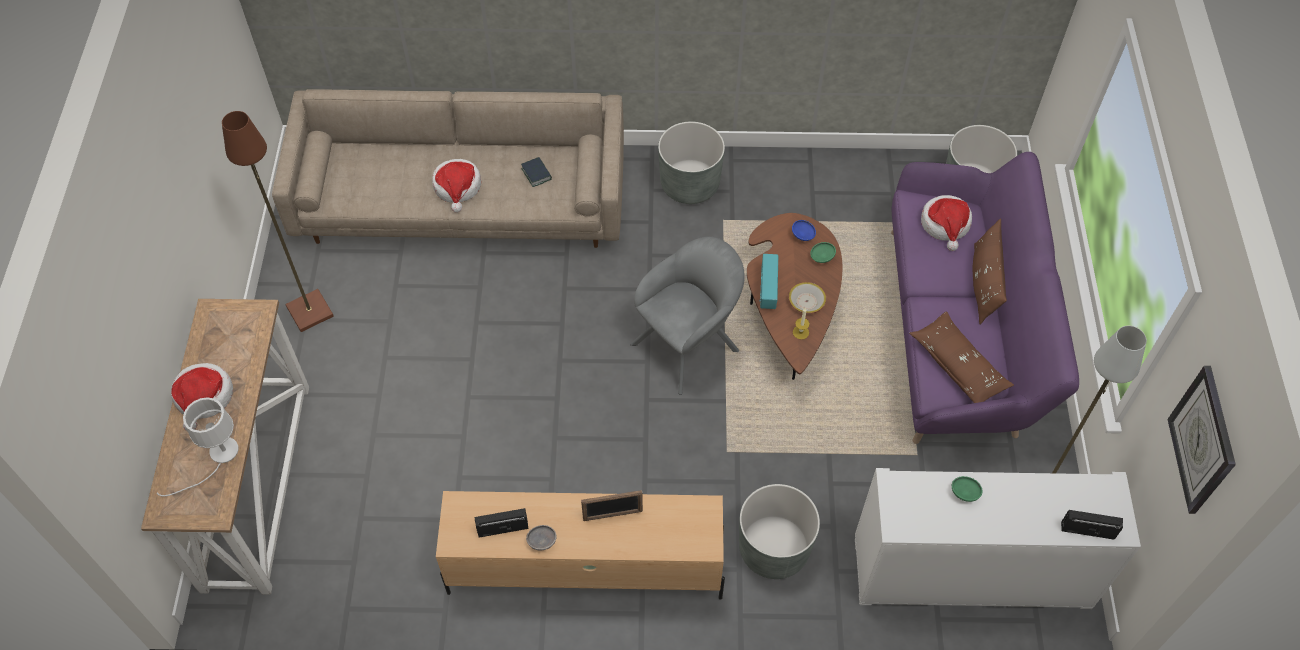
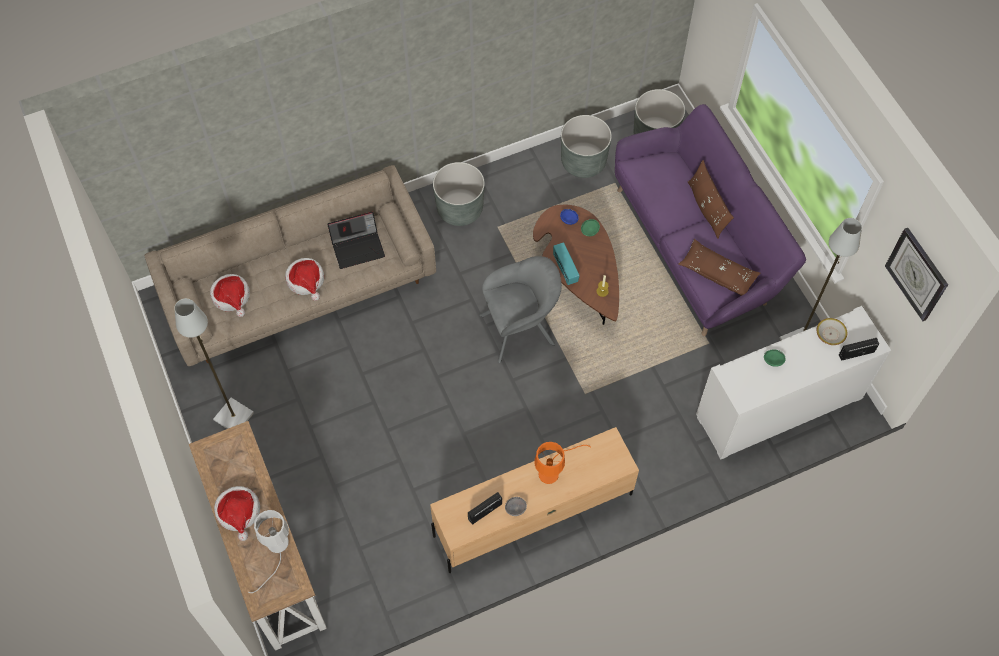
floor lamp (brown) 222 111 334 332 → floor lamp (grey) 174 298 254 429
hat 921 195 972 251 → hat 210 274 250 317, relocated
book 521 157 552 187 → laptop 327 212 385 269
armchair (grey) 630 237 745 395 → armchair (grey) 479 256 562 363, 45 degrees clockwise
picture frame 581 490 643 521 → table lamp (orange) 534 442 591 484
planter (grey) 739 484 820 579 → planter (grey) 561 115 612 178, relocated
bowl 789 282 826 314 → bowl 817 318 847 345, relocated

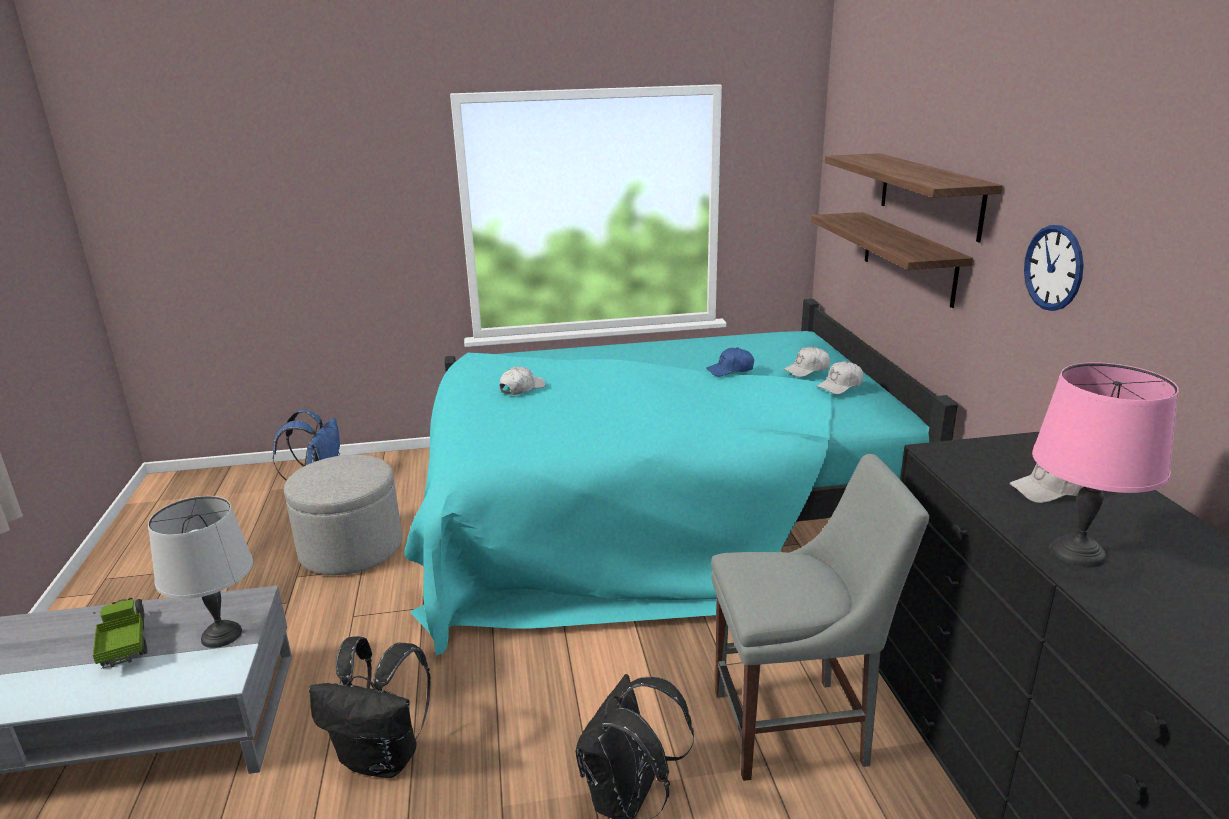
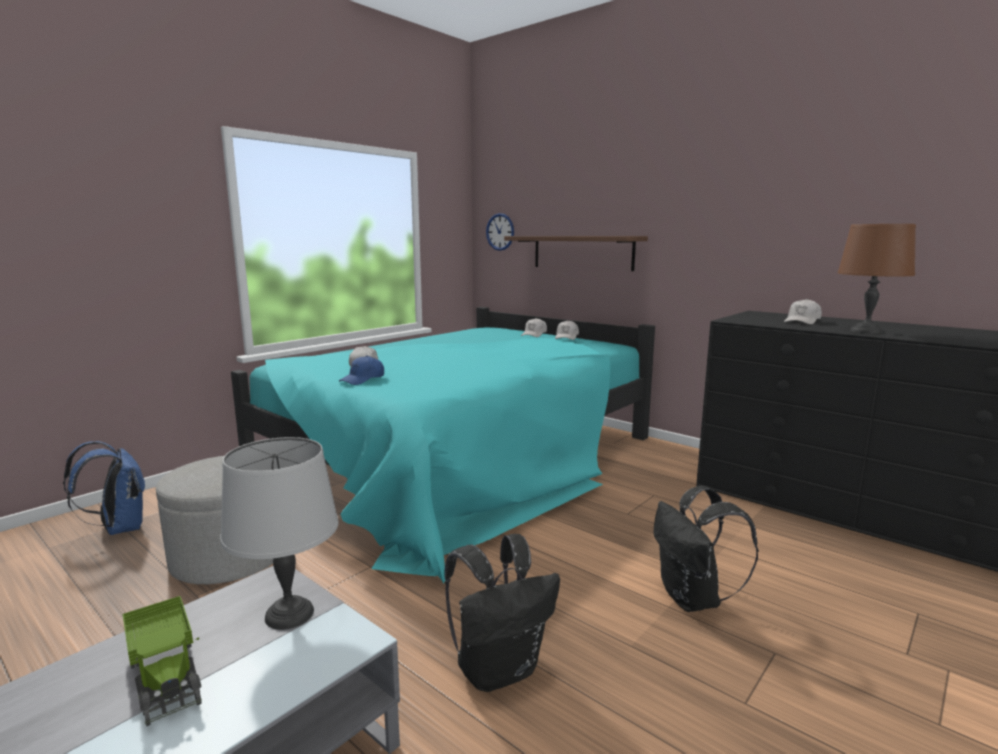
toy truck 93 598 147 669 → toy truck 122 596 202 726, 150 degrees counterclockwise
cap (blue) 706 348 754 376 → cap (blue) 339 355 384 385, relocated
wall clock 1024 225 1084 311 → wall clock 486 213 514 251, relocated
table lamp (pink) 1032 363 1179 567 → table lamp (brown) 838 224 916 334
chair (grey) 711 454 929 781 → -
shelf 824 153 1003 243 → -

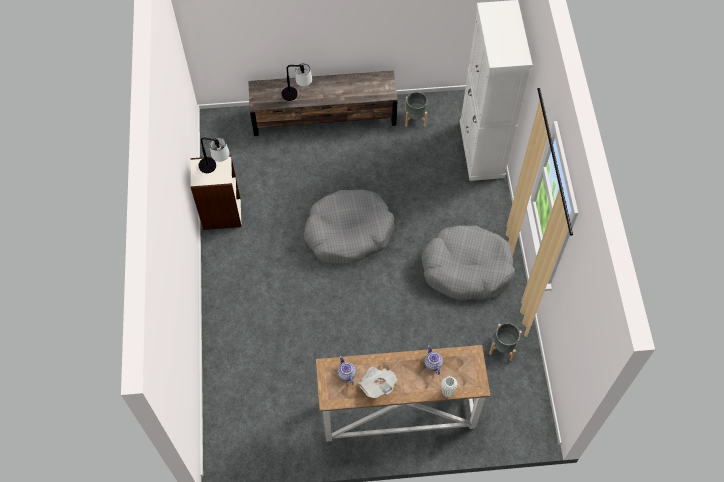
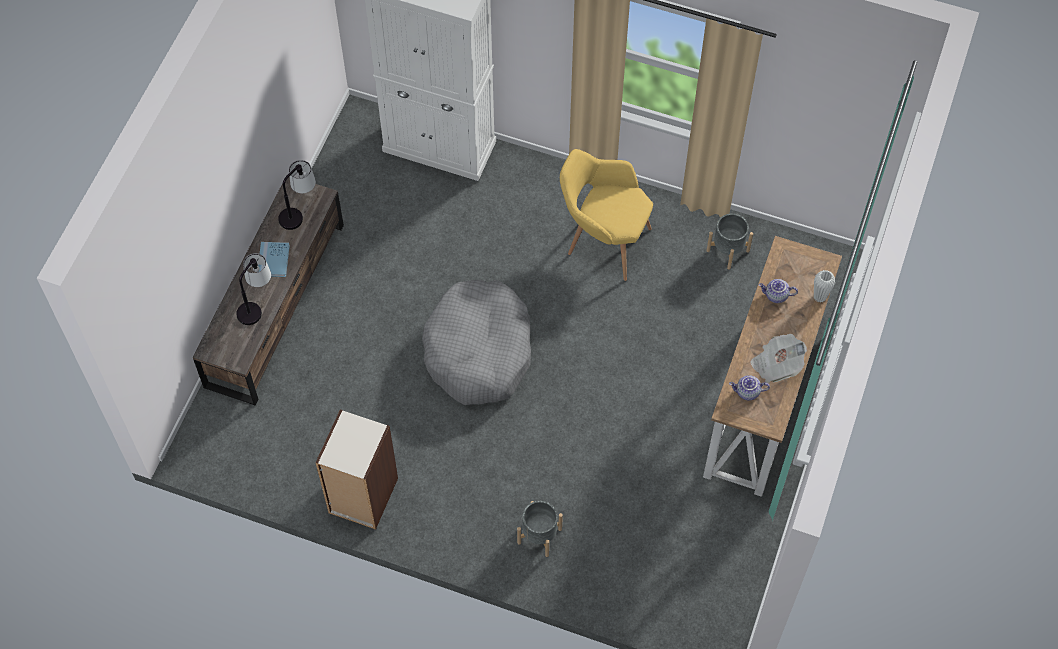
- → book (blue) 258 242 290 277
table lamp 199 137 230 173 → table lamp 278 160 316 230, relocated
planter (grey) 405 92 427 127 → planter (grey) 517 501 563 557, relocated
dog bed (grey) 421 225 515 300 → armchair (yellow) 560 149 653 281

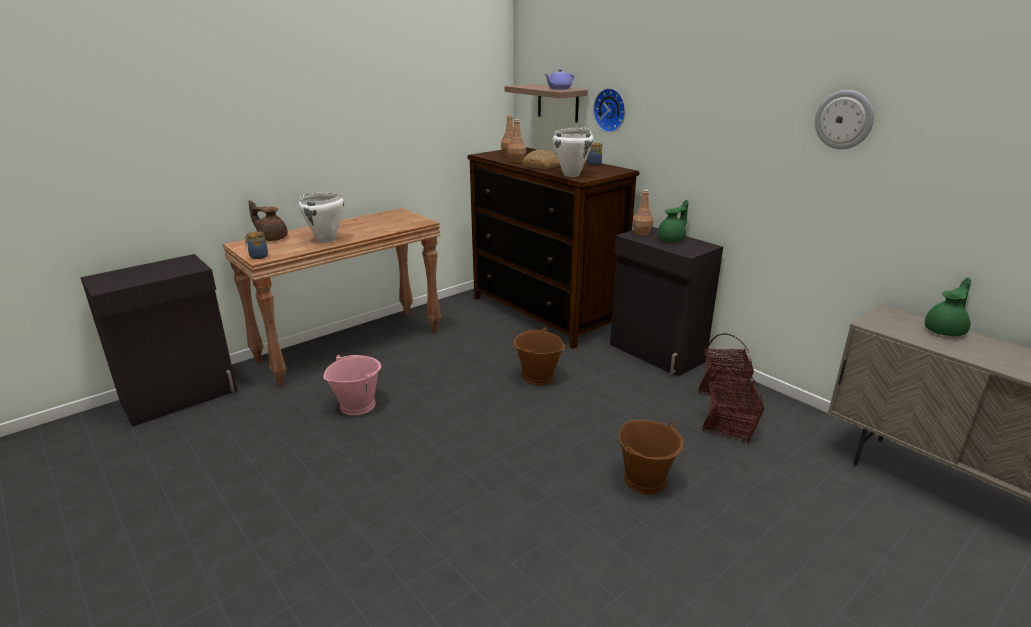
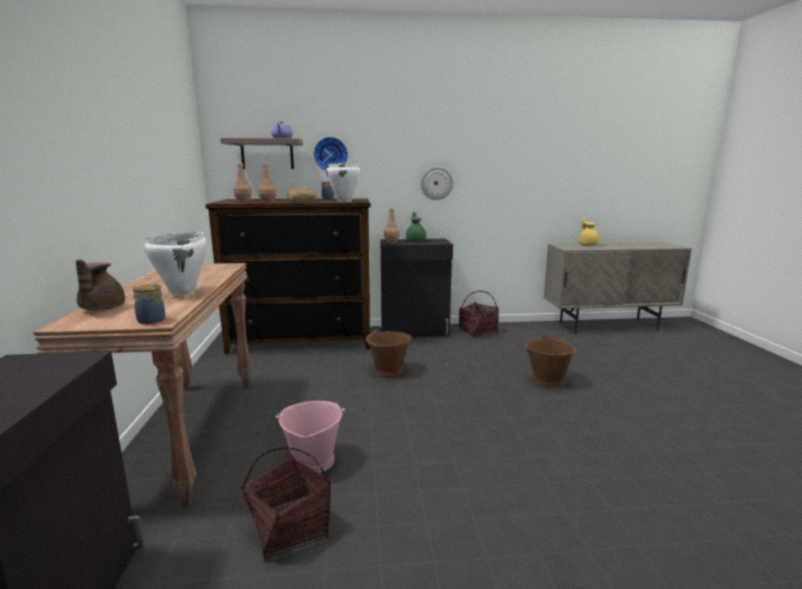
teapot (brown) 248 200 288 241 → teapot (brown) 76 260 125 311, 60 degrees counterclockwise
basket 702 366 764 444 → basket 241 448 331 561, relocated
wall clock 815 90 874 149 → wall clock 421 166 453 200, relocated
teapot (green) 925 277 971 336 → teapot (yellow) 578 217 599 246

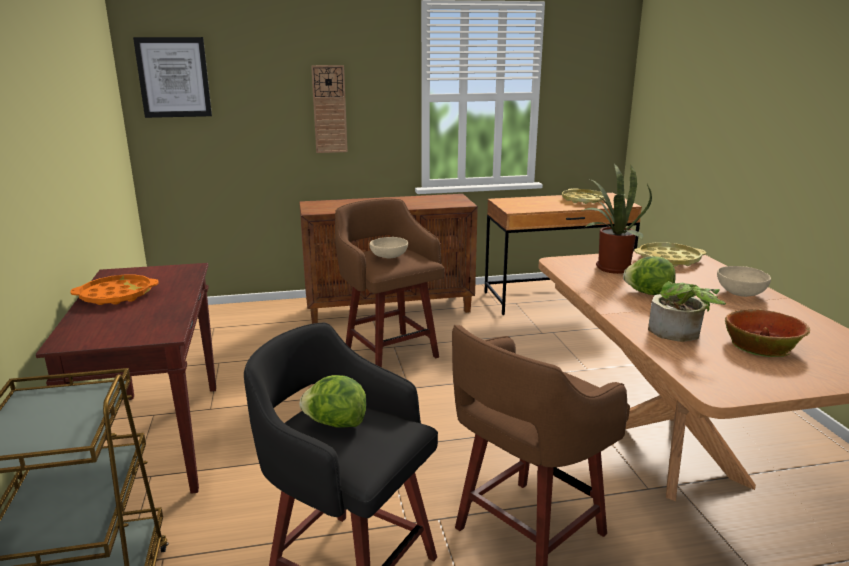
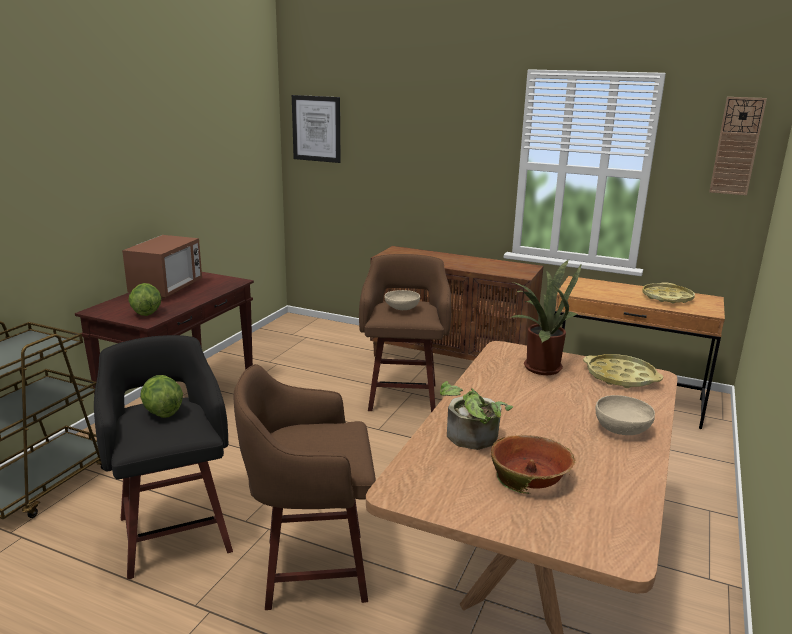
tray (orange) 71 275 159 305 → microwave 122 235 202 298
lettuce 623 256 676 295 → lettuce 128 283 161 316, relocated
wall clock 311 65 348 153 → wall clock 709 97 767 195, relocated

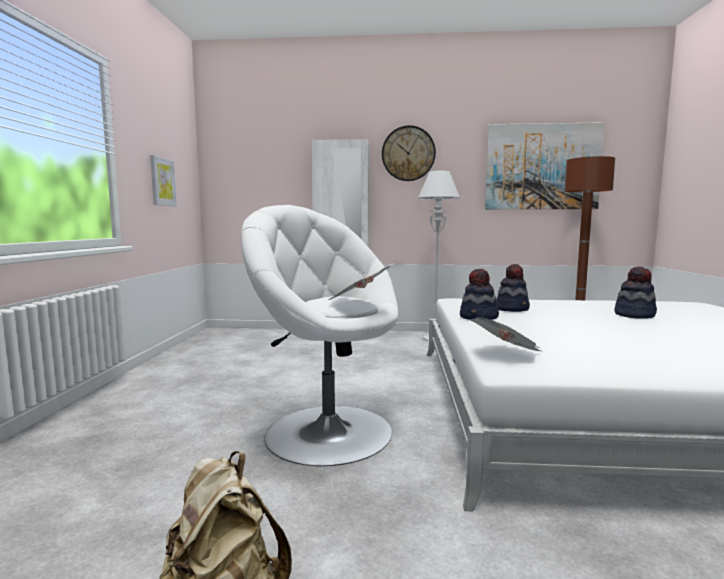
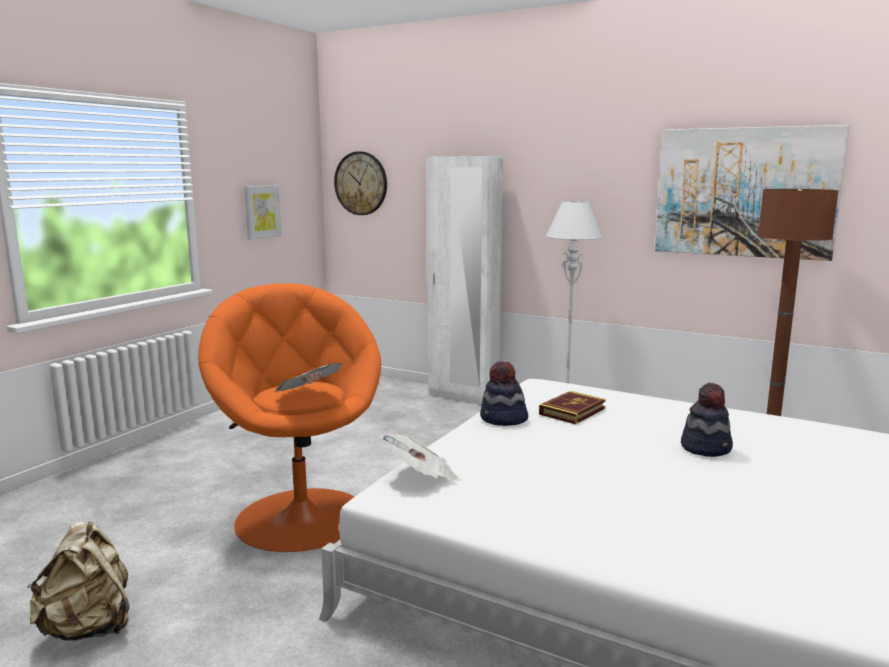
armchair (white) 241 205 398 466 → armchair (orange) 198 283 381 552
wall clock 382 125 436 181 → wall clock 334 151 387 215, relocated
hat 496 264 530 312 → book 539 391 606 424

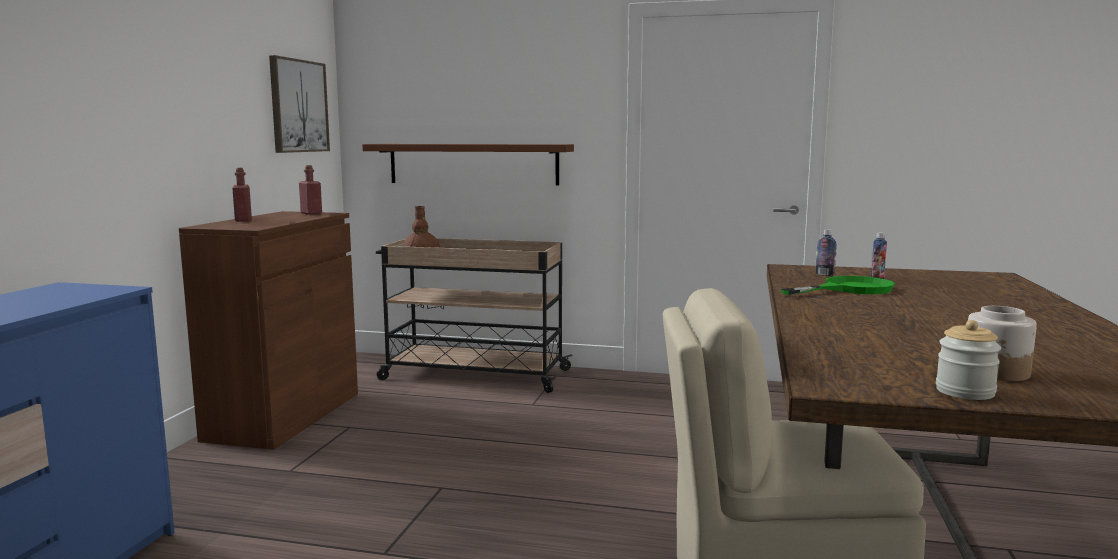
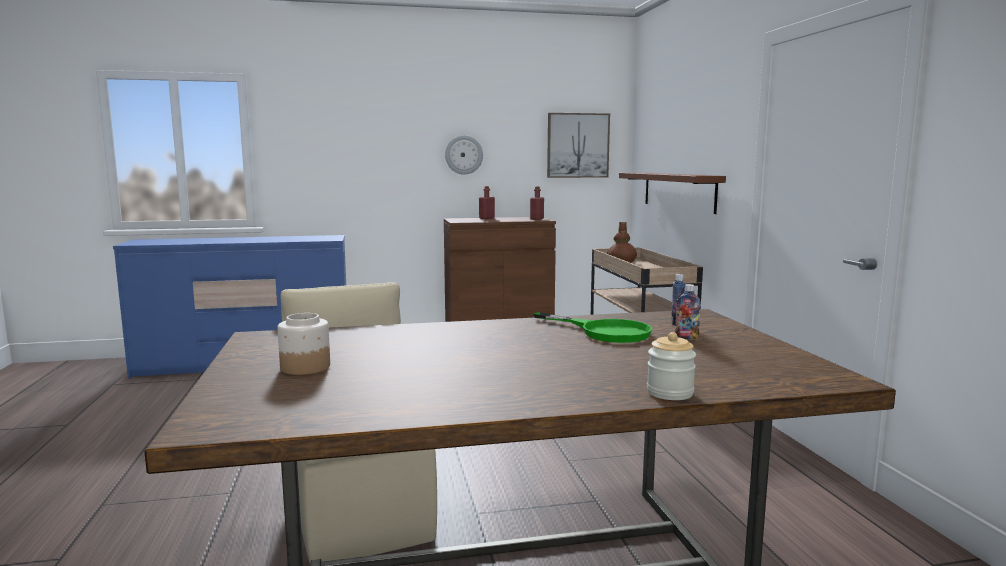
- → wall clock 445 135 483 175
jar 936 320 1001 400 → jar 647 332 696 400, relocated

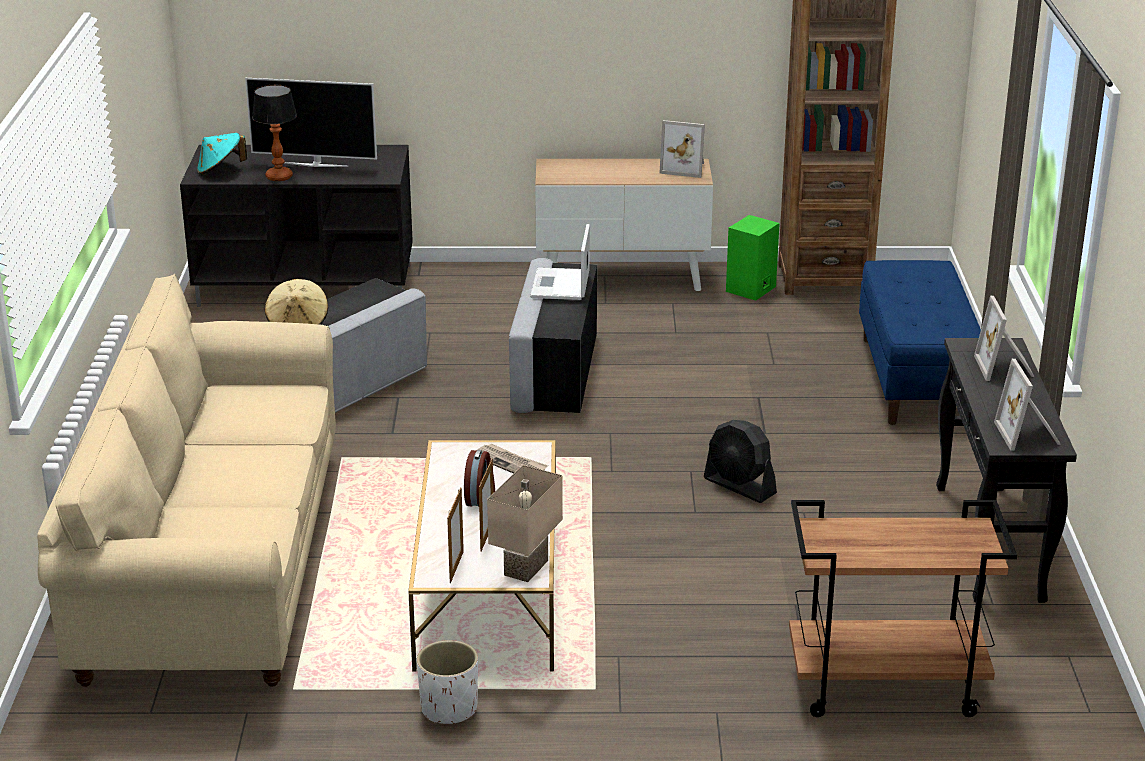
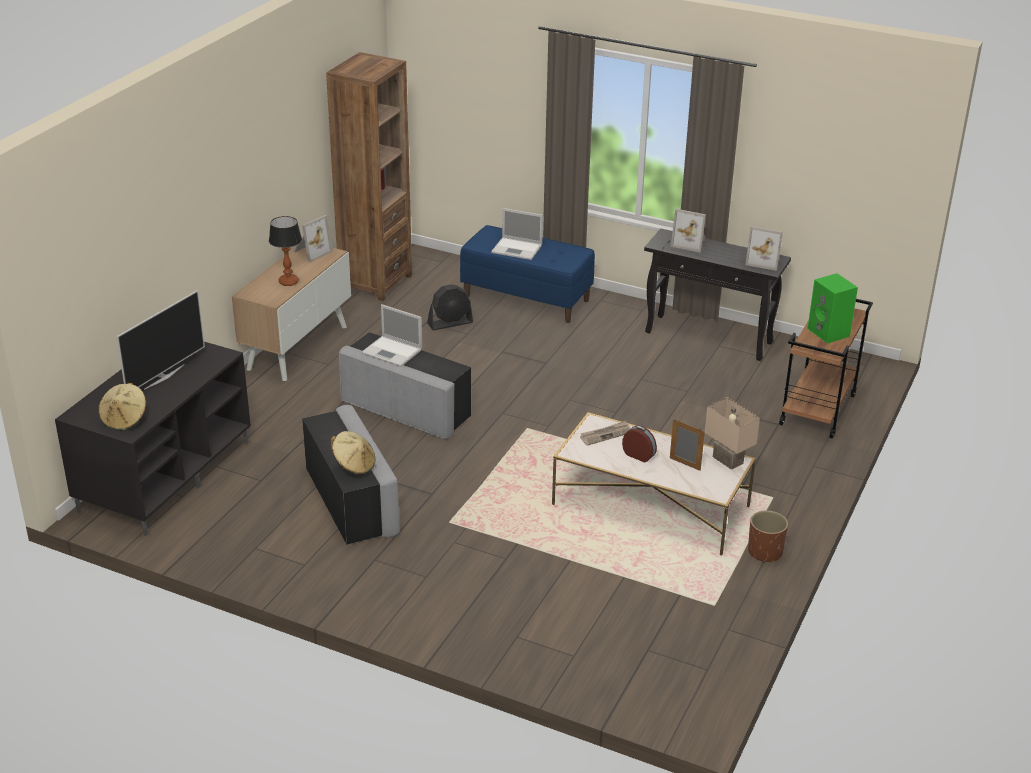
hat (turquoise) 197 133 247 175 → hat (beige) 98 383 146 431
table lamp 252 85 297 181 → table lamp 269 216 302 286, relocated
fan (black) 704 420 777 503 → fan (black) 427 285 473 330, relocated
- → laptop 491 208 543 260
planter (white) 417 640 478 724 → planter (brown) 748 510 788 562
speaker (green) 726 215 780 301 → speaker (green) 807 273 858 344, relocated
sofa (beige) 37 274 336 687 → -
picture frame 447 487 464 583 → -

